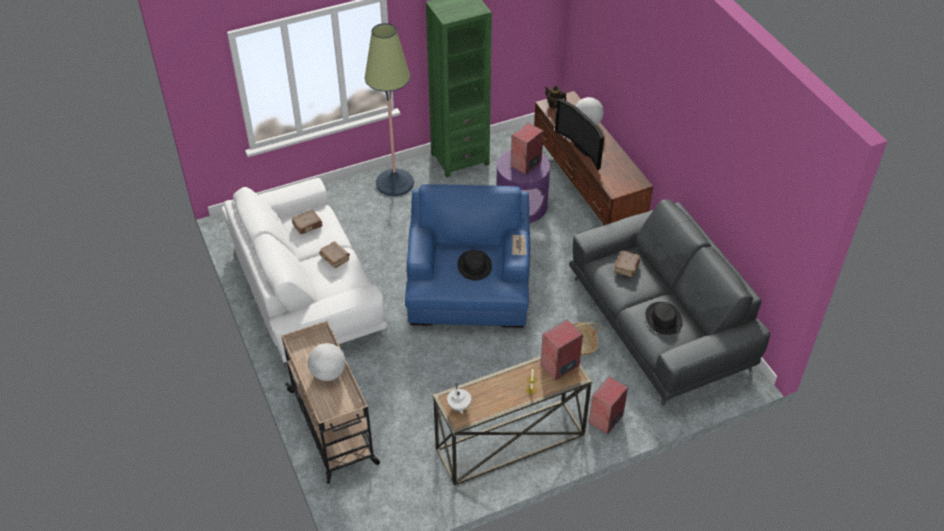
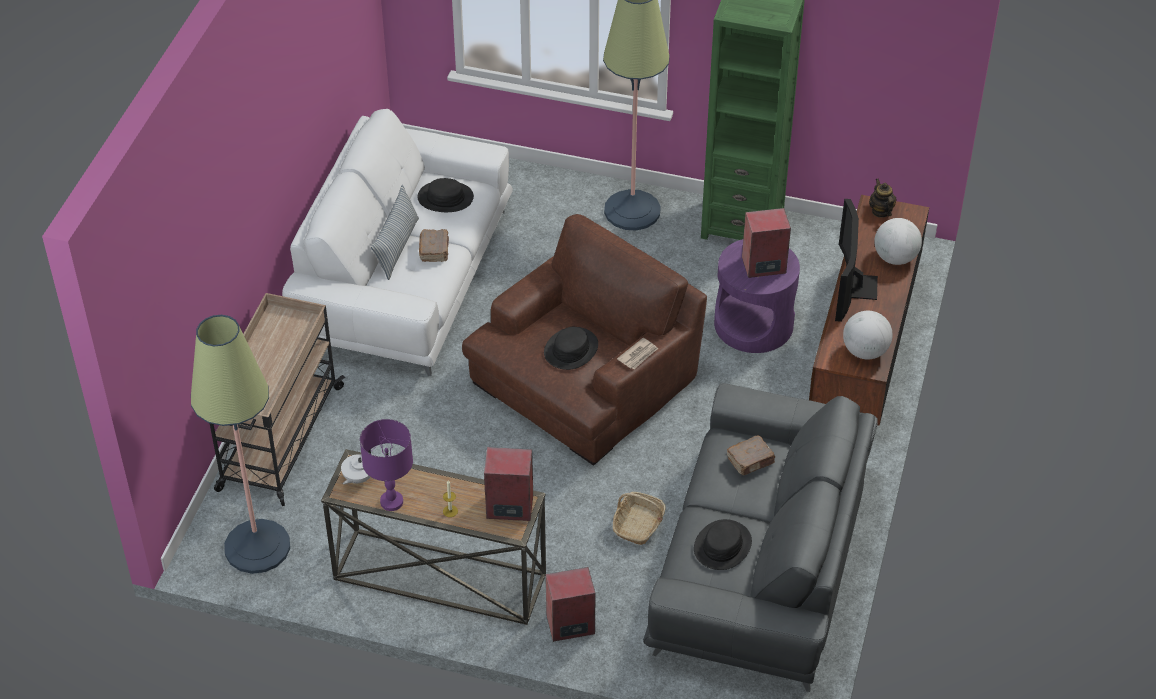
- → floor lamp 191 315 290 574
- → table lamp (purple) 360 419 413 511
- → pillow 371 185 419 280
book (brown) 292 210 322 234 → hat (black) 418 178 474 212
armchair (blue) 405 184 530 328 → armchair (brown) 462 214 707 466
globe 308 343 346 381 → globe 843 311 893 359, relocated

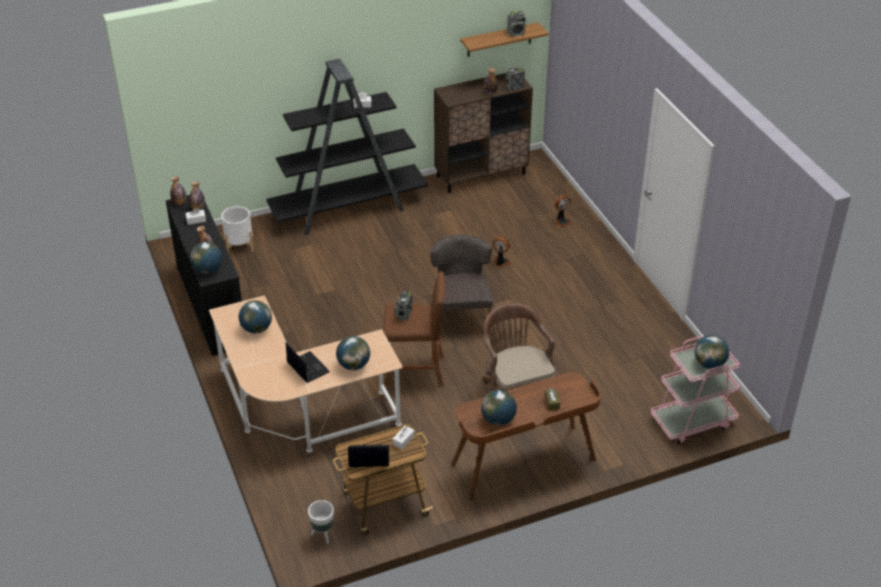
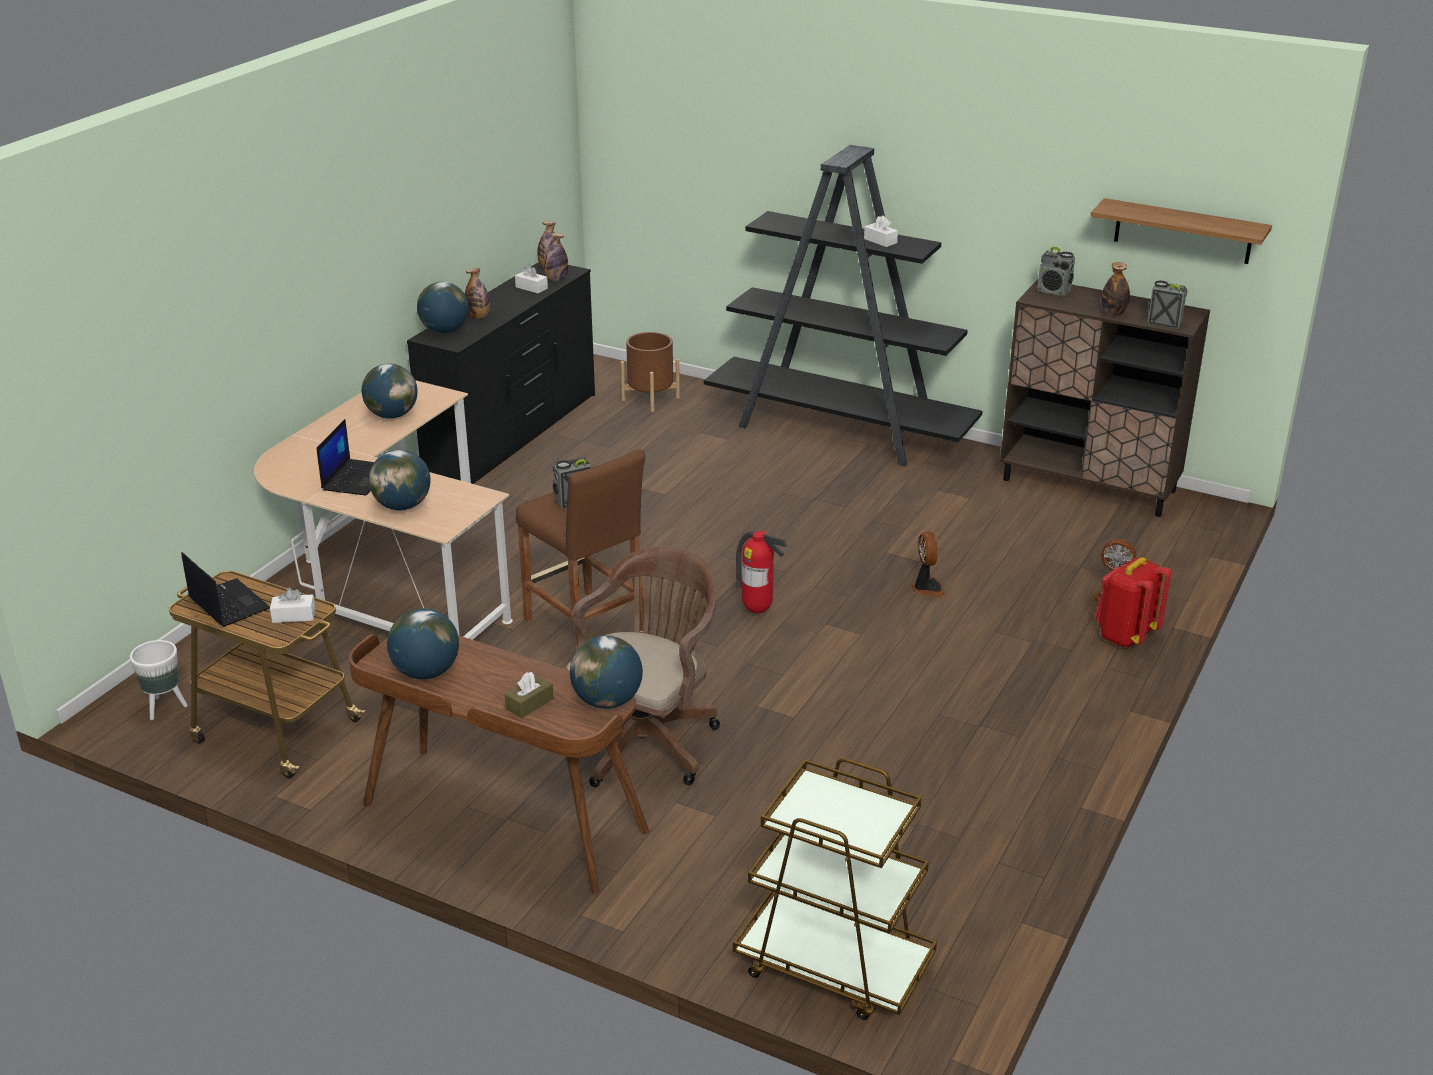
globe 694 335 729 369 → globe 570 636 643 709, relocated
planter (white) 221 206 254 255 → planter (brown) 620 332 680 412
cart (pink) 650 336 740 445 → cart (brown) 733 758 937 1020
chair (grey) 430 234 493 335 → fire extinguisher 735 531 788 613
radio 507 11 526 37 → radio 1037 247 1075 296, relocated
- → backpack (red) 1095 557 1171 647

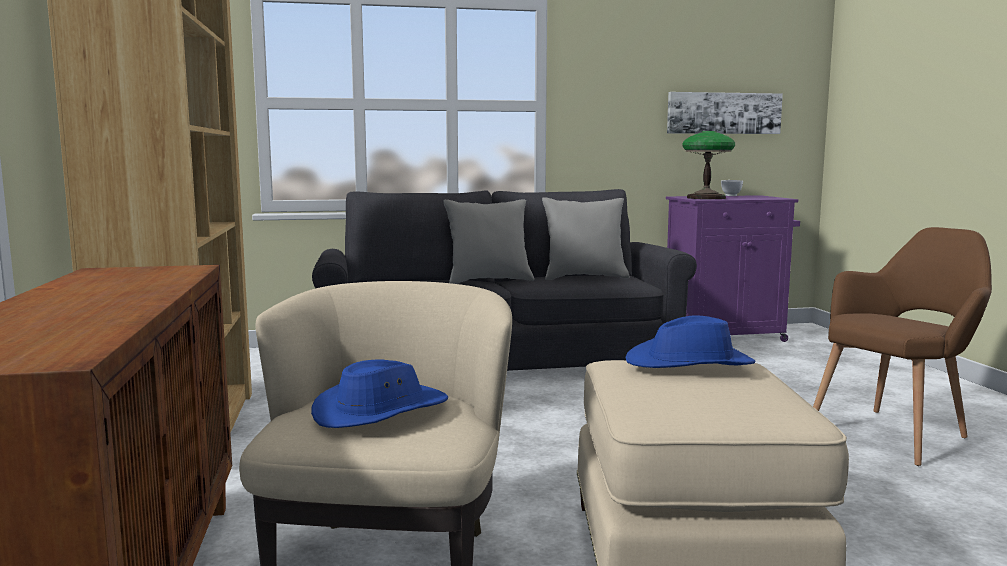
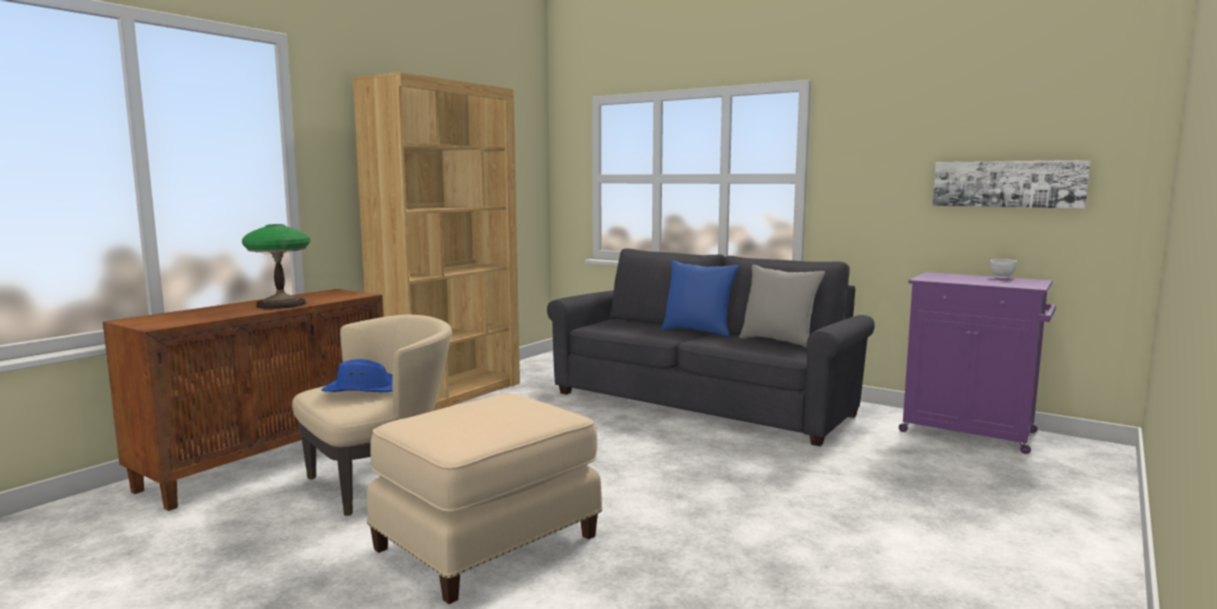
table lamp 682 131 735 199 → table lamp 242 224 310 309, relocated
pillow (grey) 443 199 534 284 → pillow (blue) 661 260 739 337
hat (blue) 625 316 756 368 → -
armchair (brown) 813 227 992 466 → -

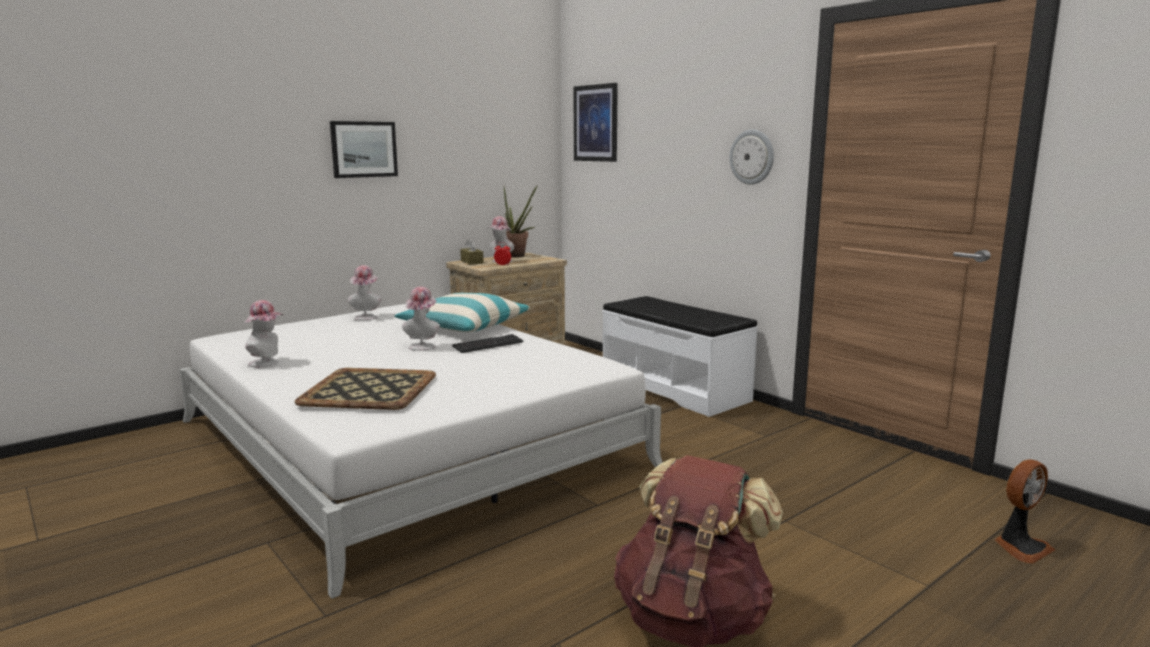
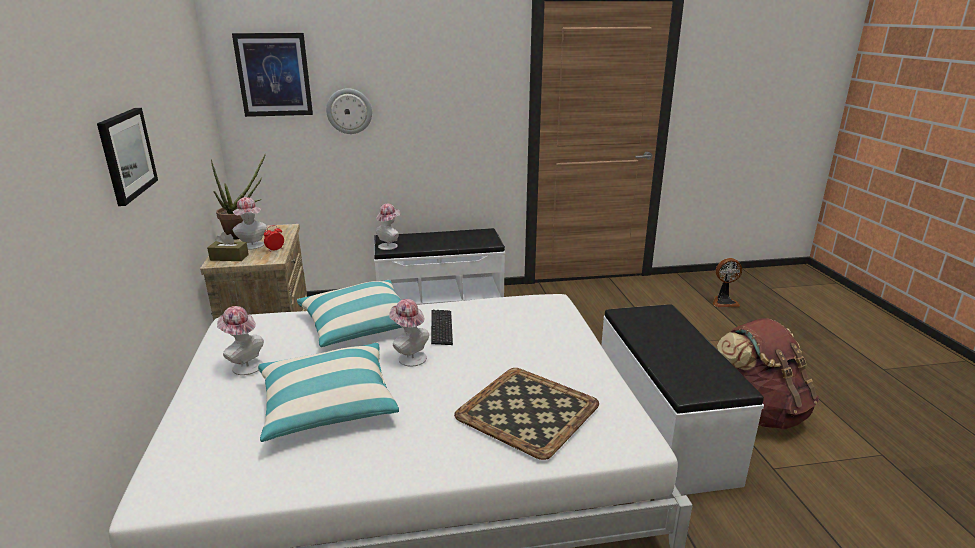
- → pillow 258 343 399 442
wall clock 730 129 774 185 → wall clock 326 88 372 134, relocated
hat 245 300 284 367 → hat 376 204 400 250, relocated
- → bench (white) 601 304 764 495
fan 994 459 1055 564 → fan 713 258 742 307, 90 degrees clockwise

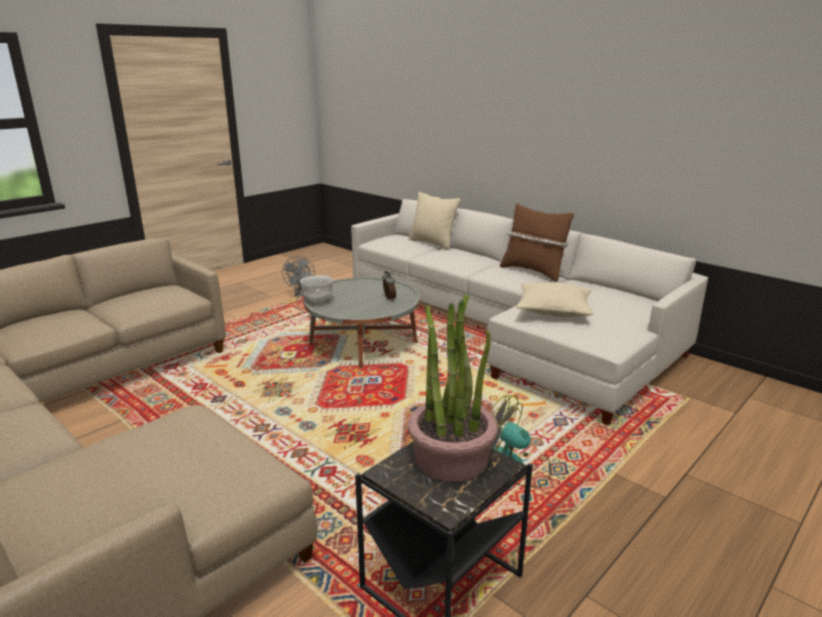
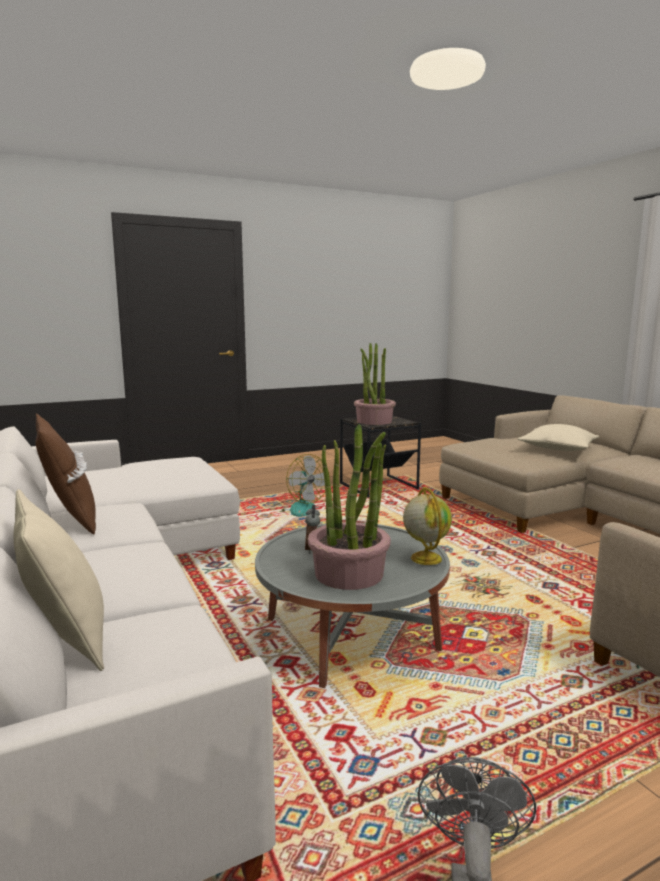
- → potted plant 308 424 391 590
bowl (white) 300 275 334 302 → globe 403 487 452 565
pillow (beige) 516 282 592 317 → pillow (beige) 518 424 599 451, relocated

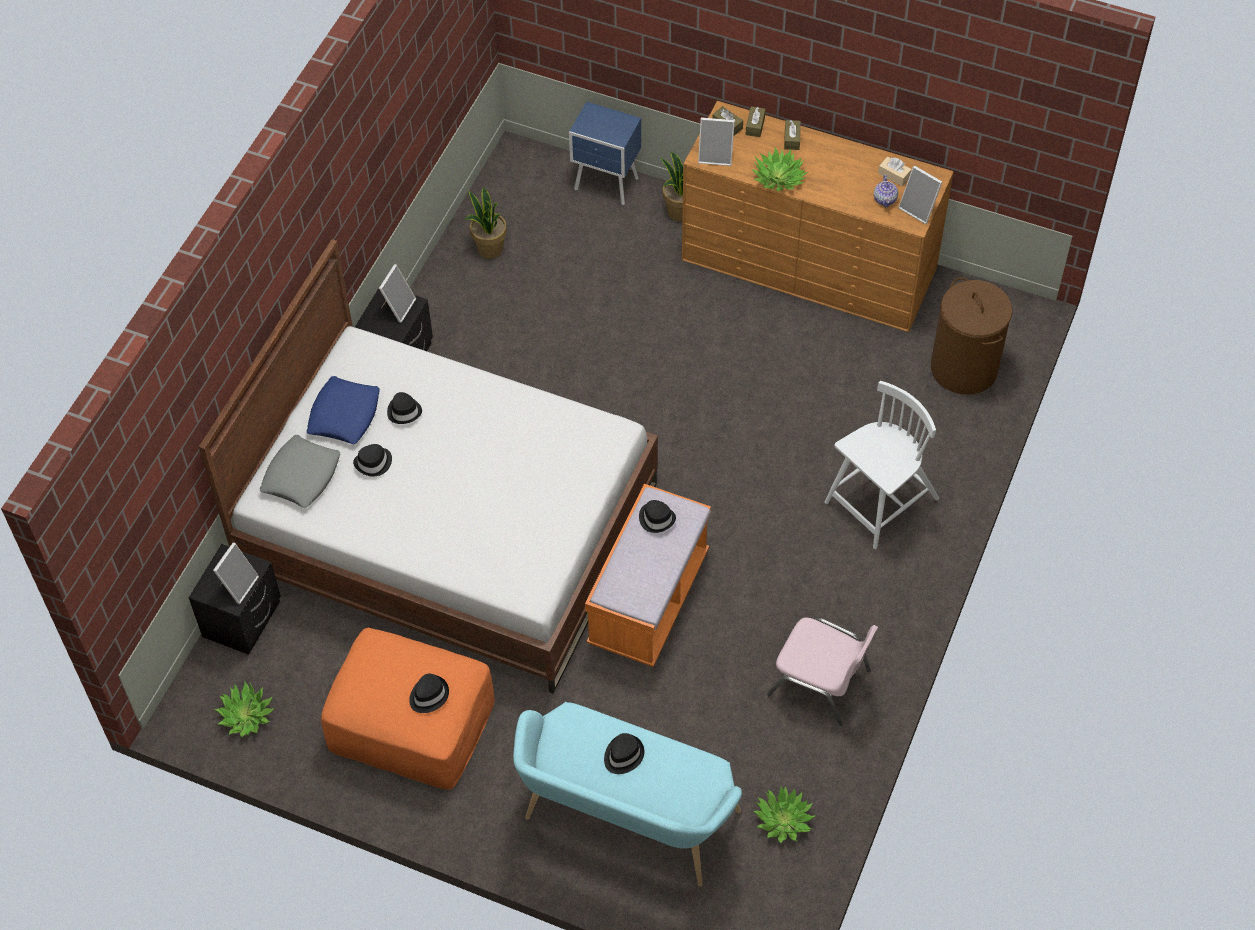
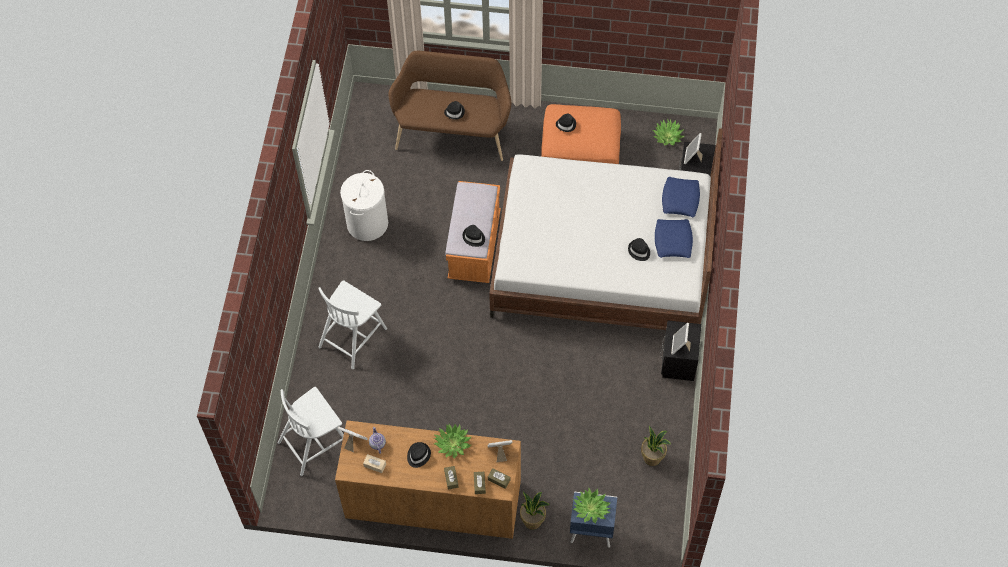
laundry basket (brown) 931 277 1013 395 → chair (white) 278 387 344 476
chair (pink) 767 617 878 726 → laundry basket (white) 340 170 388 241
bench (turquoise) 513 702 742 887 → bench (brown) 388 51 511 161
hat (black) 353 444 392 477 → hat (black) 407 442 431 468, relocated
potted plant 753 786 816 843 → potted plant 573 488 610 523, relocated
pillow (grey) 260 435 341 508 → pillow (blue) 662 177 700 217

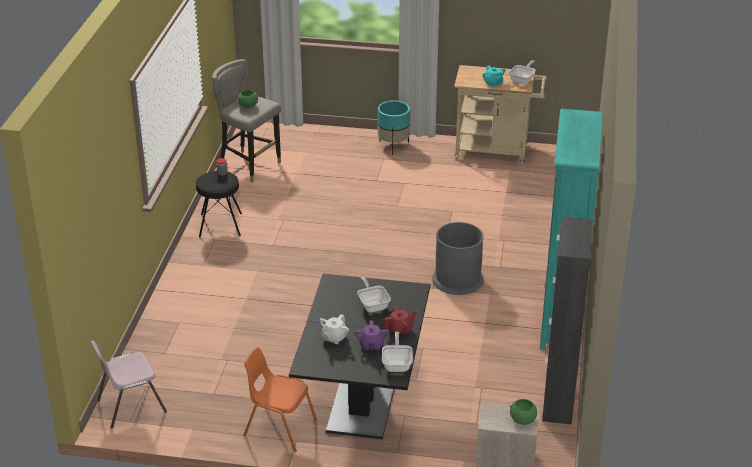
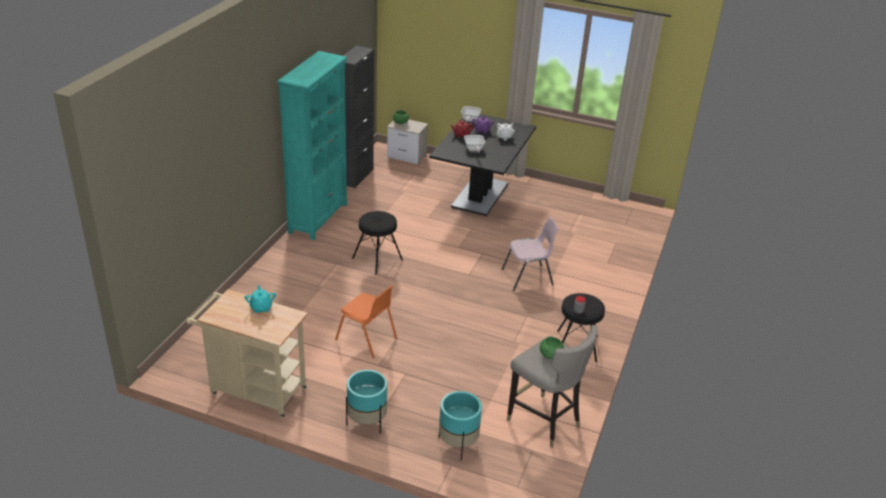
chair (orange) 244 347 317 452 → chair (orange) 335 285 397 358, relocated
trash can (grey) 432 222 484 295 → stool (black) 352 211 403 274
- → planter (turquoise) 438 391 482 461
chair (pink) 91 340 167 429 → chair (pink) 502 217 558 291, relocated
frying pan 509 60 536 85 → -

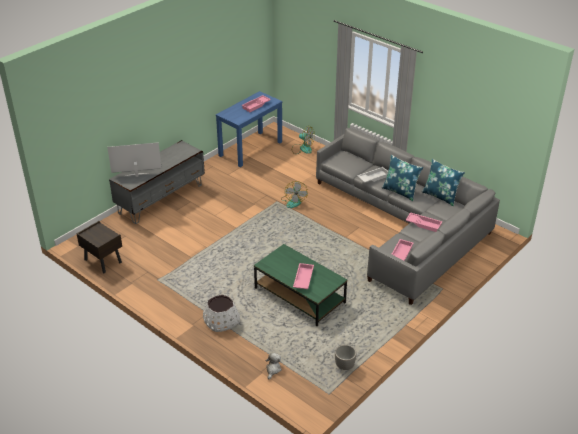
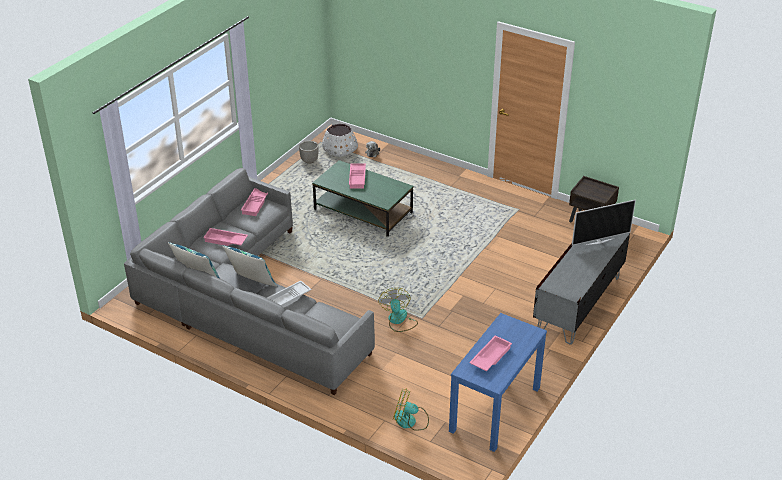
planter (white) 203 295 240 332 → planter (white) 322 124 358 157, relocated

